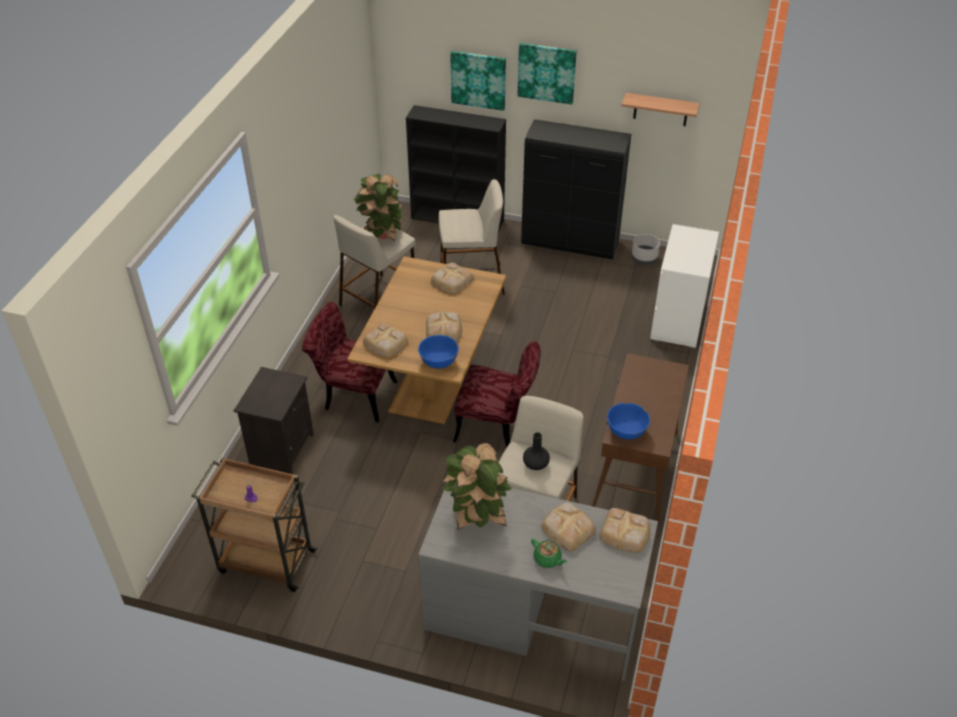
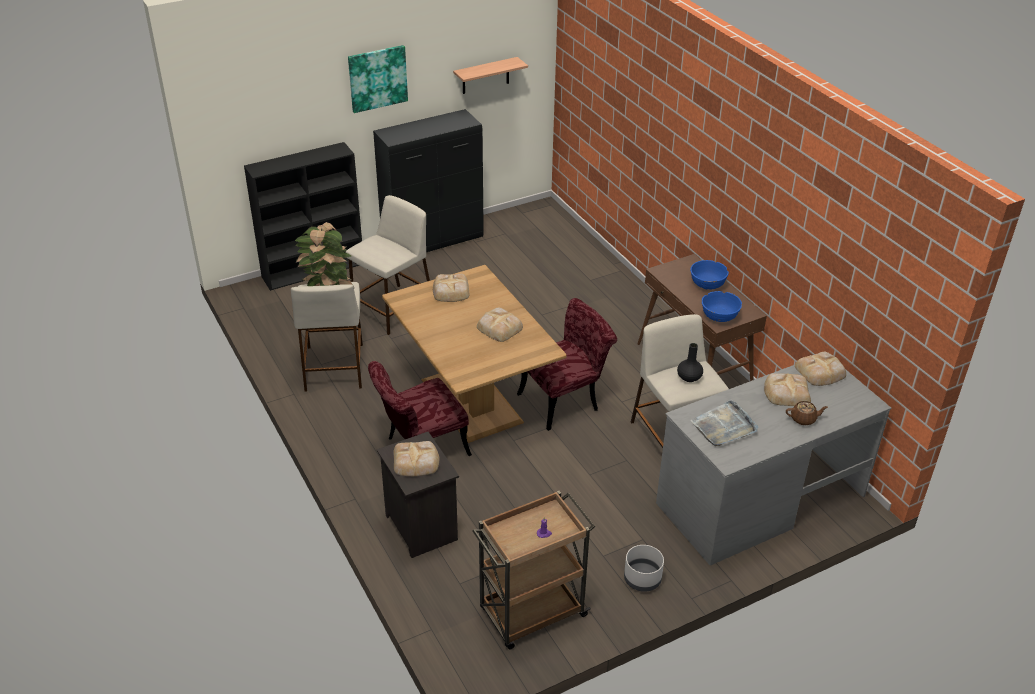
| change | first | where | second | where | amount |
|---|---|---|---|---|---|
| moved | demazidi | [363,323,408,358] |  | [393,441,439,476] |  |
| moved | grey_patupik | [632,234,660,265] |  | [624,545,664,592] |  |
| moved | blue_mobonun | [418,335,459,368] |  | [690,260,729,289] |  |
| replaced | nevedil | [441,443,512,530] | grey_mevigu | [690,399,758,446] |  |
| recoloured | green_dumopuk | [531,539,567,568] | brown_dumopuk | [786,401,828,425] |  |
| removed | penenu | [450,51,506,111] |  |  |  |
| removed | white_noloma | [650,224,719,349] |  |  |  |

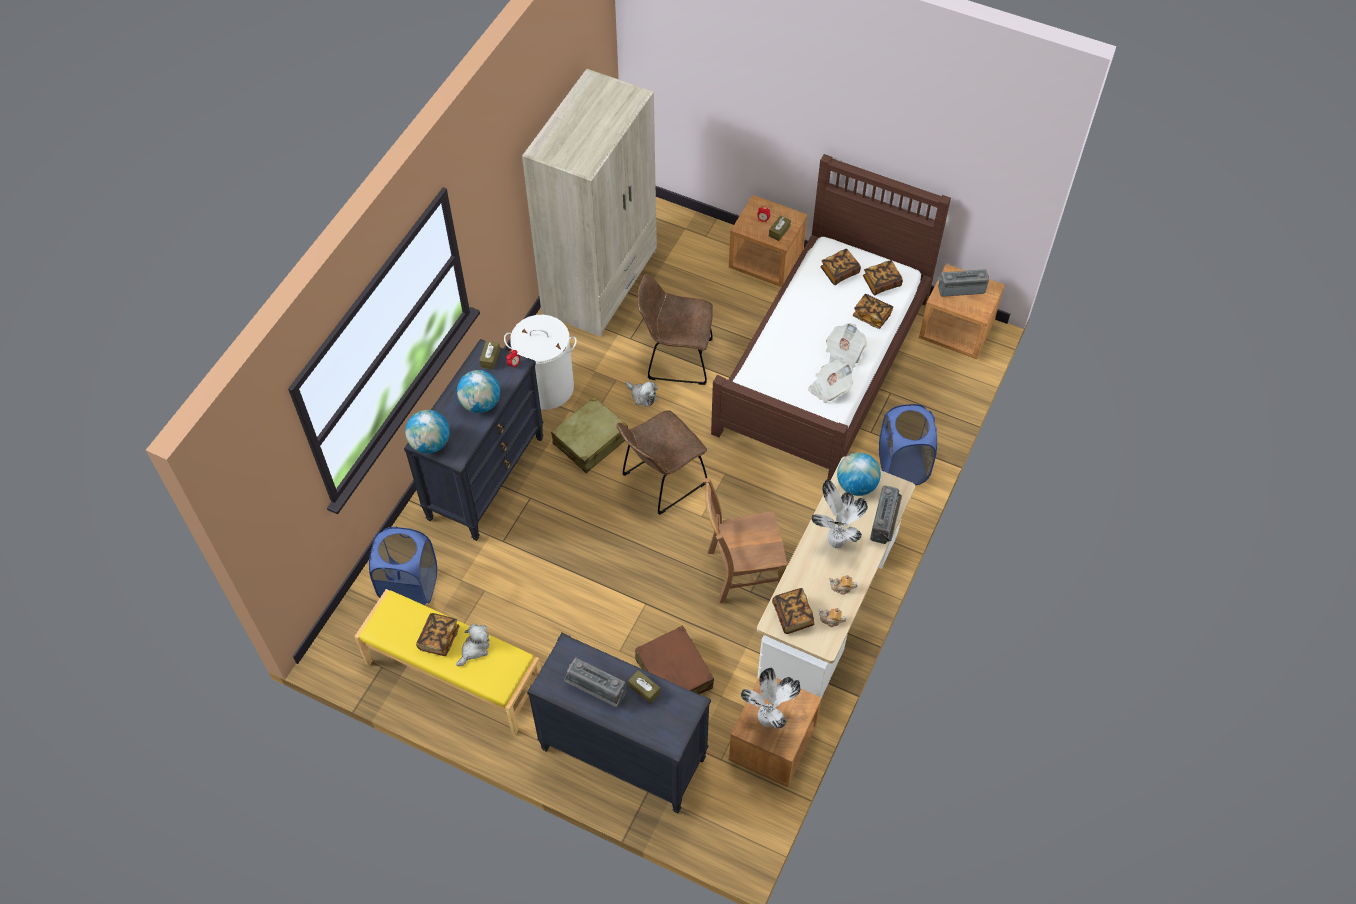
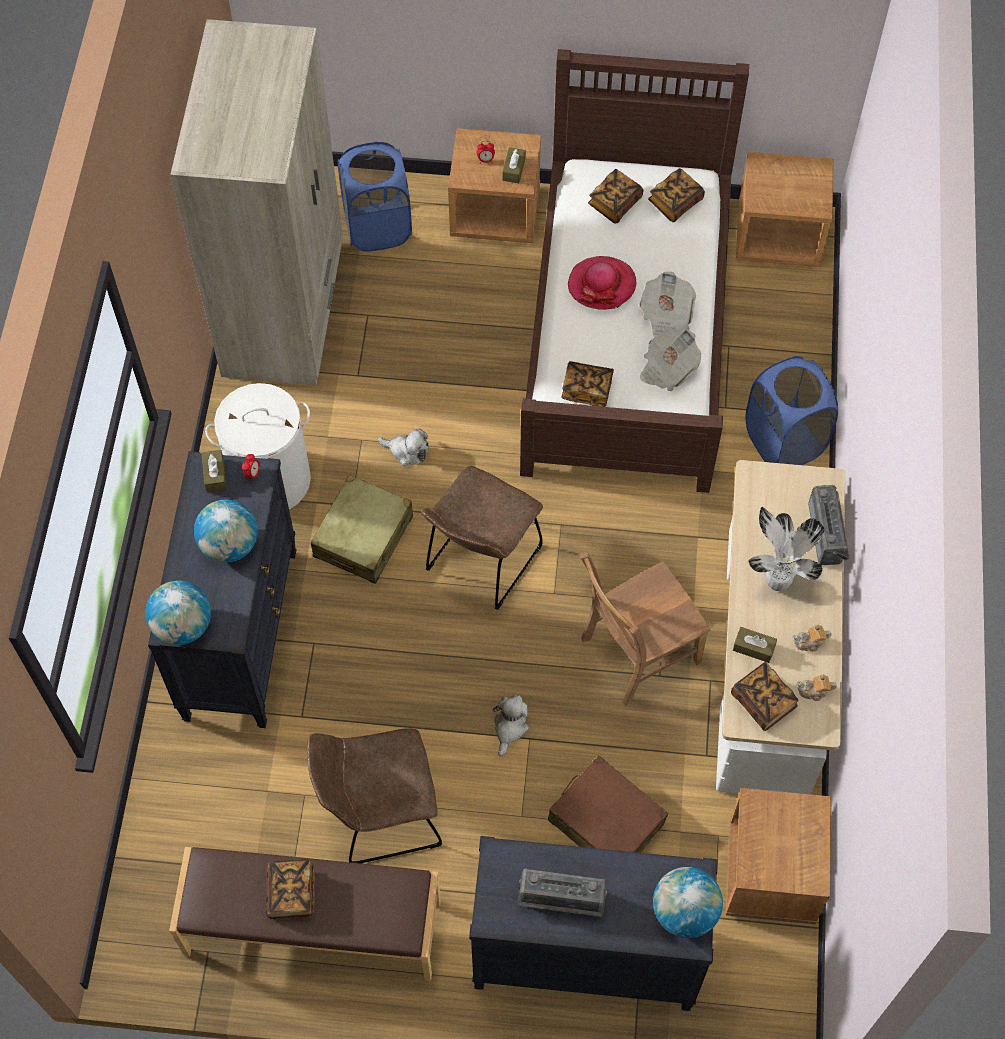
| change | first | where | second | where | amount |
|---|---|---|---|---|---|
| recoloured | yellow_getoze | [354,589,541,735] | brown_getoze | [169,847,441,981] |  |
| moved | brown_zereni | [638,274,713,385] |  | [307,728,442,864] |  |
| moved | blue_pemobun | [369,526,437,605] |  | [338,142,412,252] |  |
| moved | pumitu | [456,623,490,666] |  | [492,695,529,756] |  |
| moved | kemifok | [853,294,893,329] |  | [561,361,614,407] |  |
| added |  |  | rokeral | [568,256,637,310] |  |
| moved | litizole | [837,452,881,496] |  | [653,867,723,938] |  |
| moved | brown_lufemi | [628,670,660,704] |  | [733,627,777,663] |  |
| removed | nevedil | [741,668,800,729] |  |  |  |
| removed | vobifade | [938,269,989,297] |  |  |  |

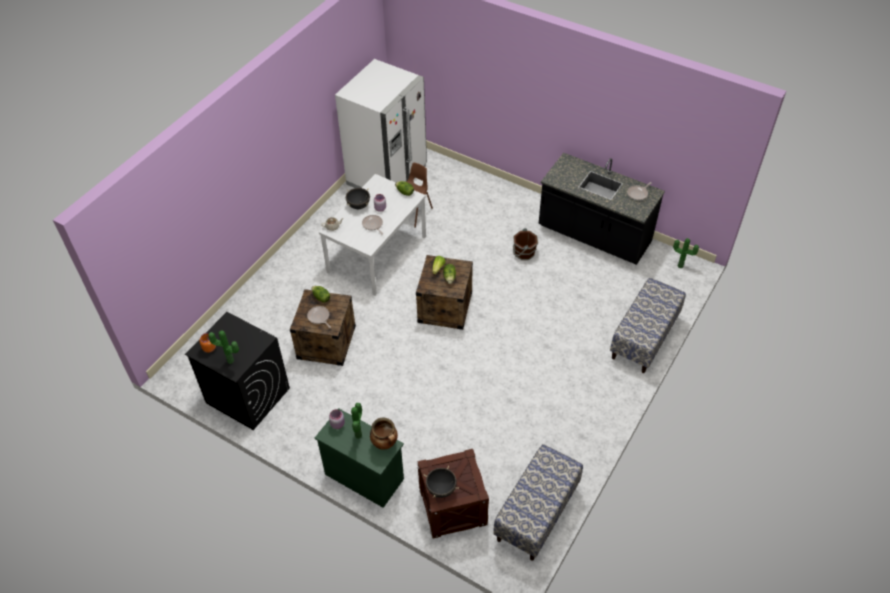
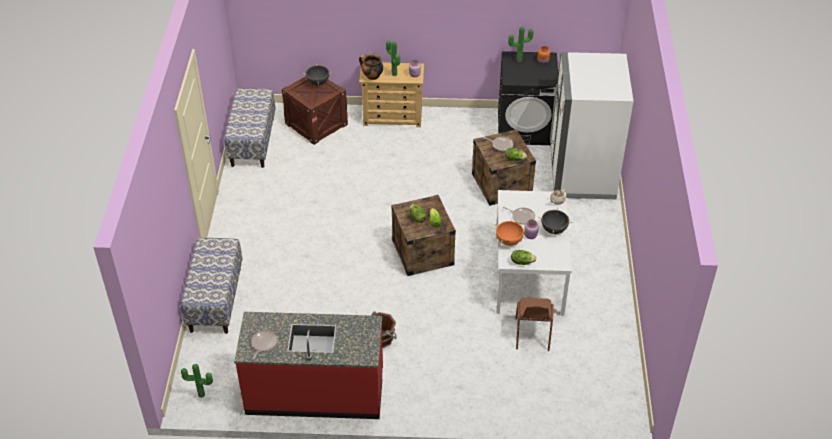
| change | first | where | second | where | amount |
|---|---|---|---|---|---|
| recoloured | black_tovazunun | [539,153,665,265] | red_tovazunun | [234,312,383,419] |  |
| recoloured | green_noloma | [315,408,404,508] | beige_noloma | [359,62,424,127] |  |
| added |  |  | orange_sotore | [495,221,525,246] |  |
| moved | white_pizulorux | [335,59,427,188] |  | [550,52,633,199] |  |

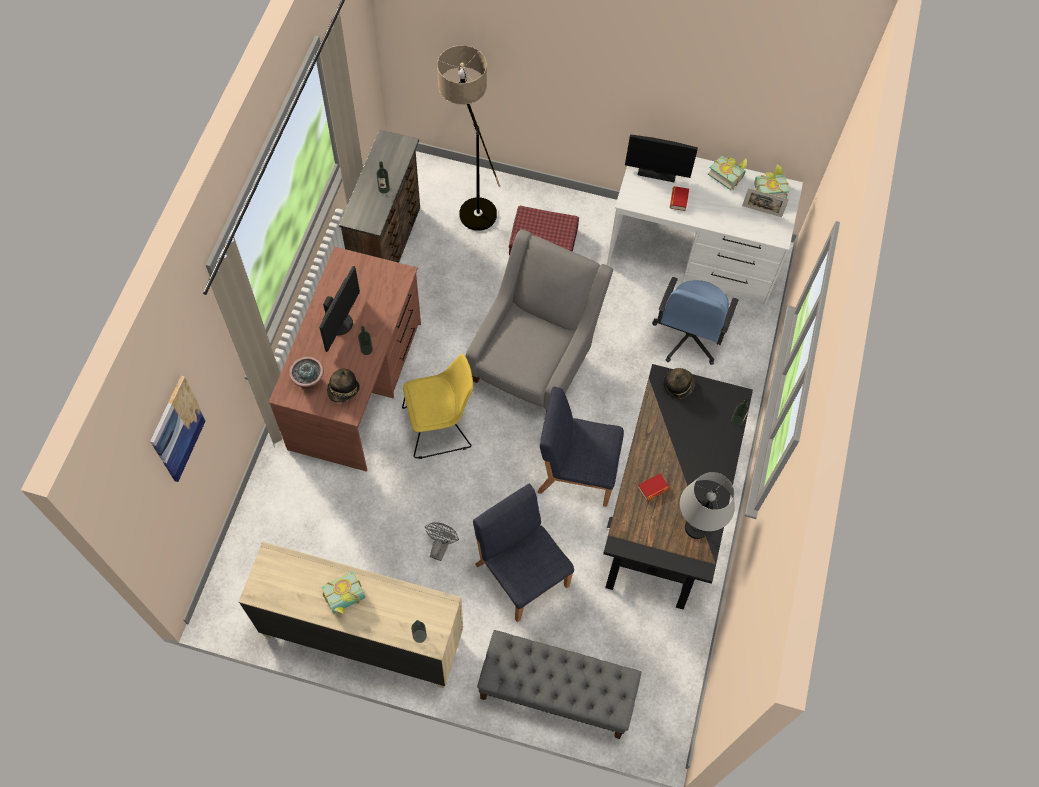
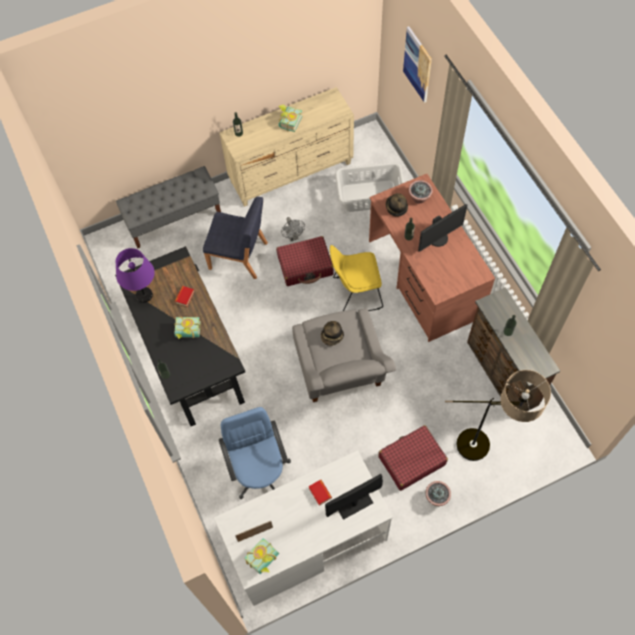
| change | first | where | second | where | amount |
|---|---|---|---|---|---|
| recoloured | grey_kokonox | [680,472,735,539] | purple_kokonox | [116,248,155,303] |  |
| moved | kemifok | [708,155,747,190] |  | [174,316,201,339] |  |
| added |  |  | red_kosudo | [276,236,334,286] |  |
| moved | rokeral | [662,368,695,399] |  | [321,321,344,346] |  |
| turned | yellow_zereni | [402,354,473,459] |  | [330,245,383,311] | 45 degrees clockwise |
| added |  |  | grey_pemobun | [335,162,404,212] |  |
| turned | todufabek | [319,266,360,352] |  | [418,204,467,252] | 105 degrees counterclockwise |
| added |  |  | nevedil | [425,481,451,506] |  |
| removed | blue_zereni | [537,386,624,507] |  |  |  |

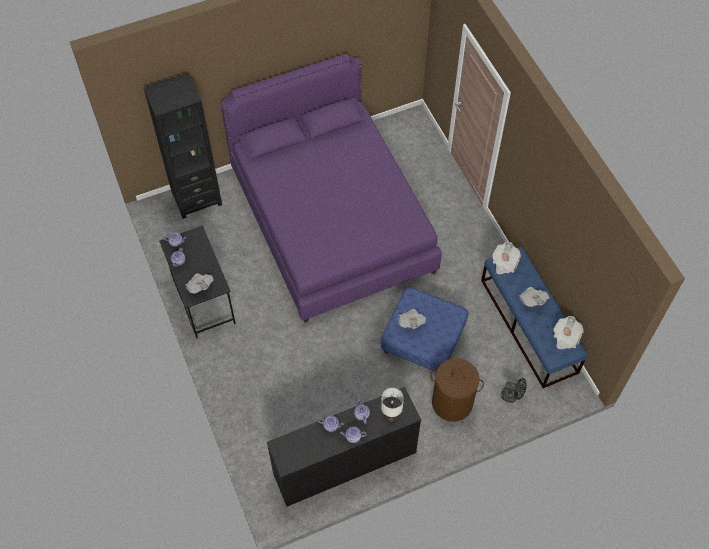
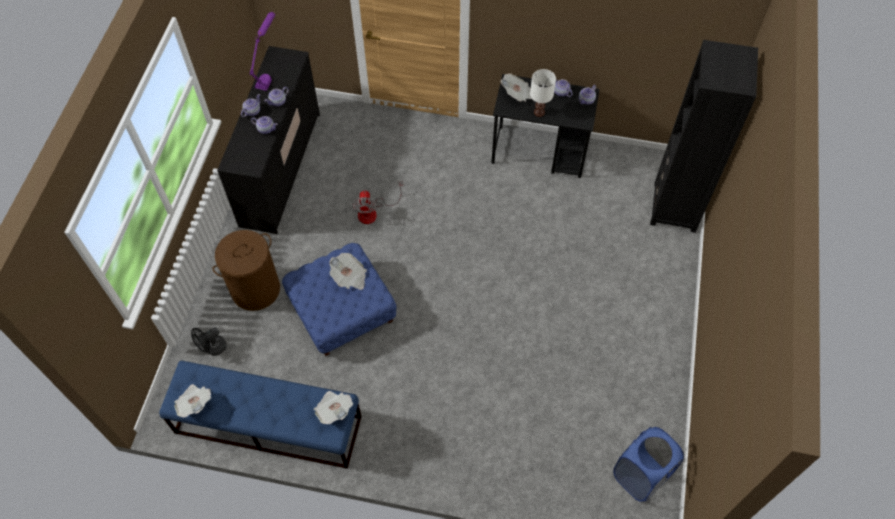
| change | first | where | second | where | amount |
|---|---|---|---|---|---|
| added |  |  | purple_kokonox | [250,12,275,91] |  |
| added |  |  | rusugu | [352,181,403,224] |  |
| moved | white_kokonox | [381,388,404,422] |  | [530,69,556,117] |  |
| added |  |  | blue_pemobun | [613,427,684,502] |  |
| removed | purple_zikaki | [220,53,442,323] |  |  |  |
| removed | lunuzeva | [519,287,550,307] |  |  |  |

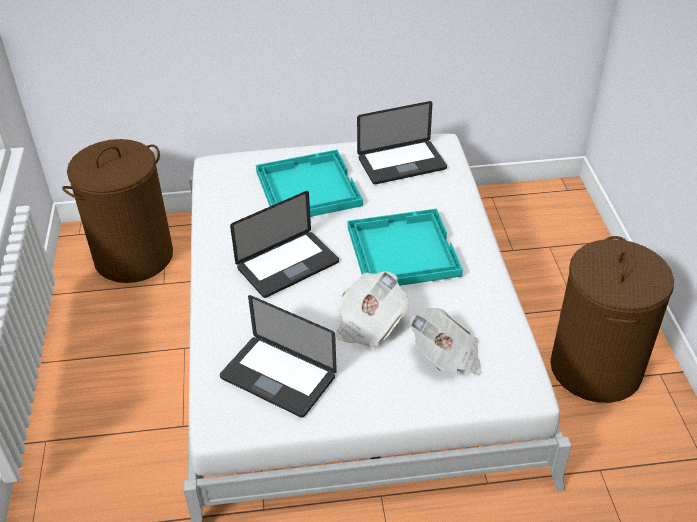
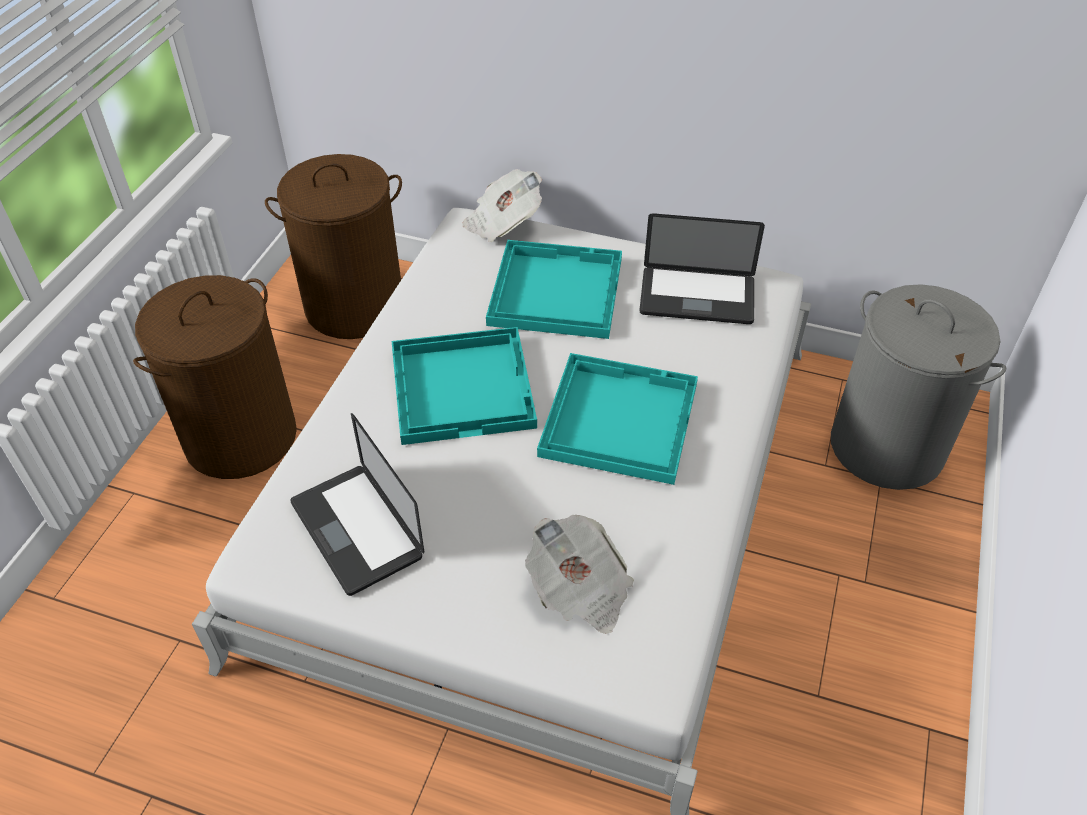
| change | first | where | second | where | amount |
|---|---|---|---|---|---|
| moved | brown_pemobun | [550,236,674,403] |  | [133,275,297,479] |  |
| replaced | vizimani | [230,191,339,298] | turquoise_mevigu | [392,327,537,445] |  |
| moved | lunuzeva | [336,271,408,347] |  | [463,169,542,242] |  |
| added |  |  | grey_pemobun | [831,284,1006,490] |  |

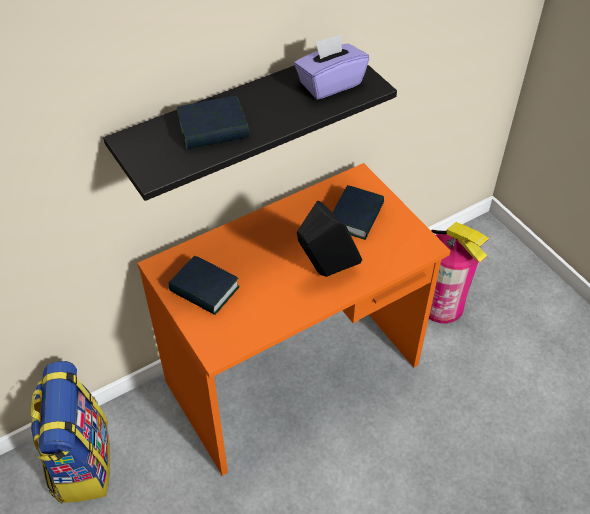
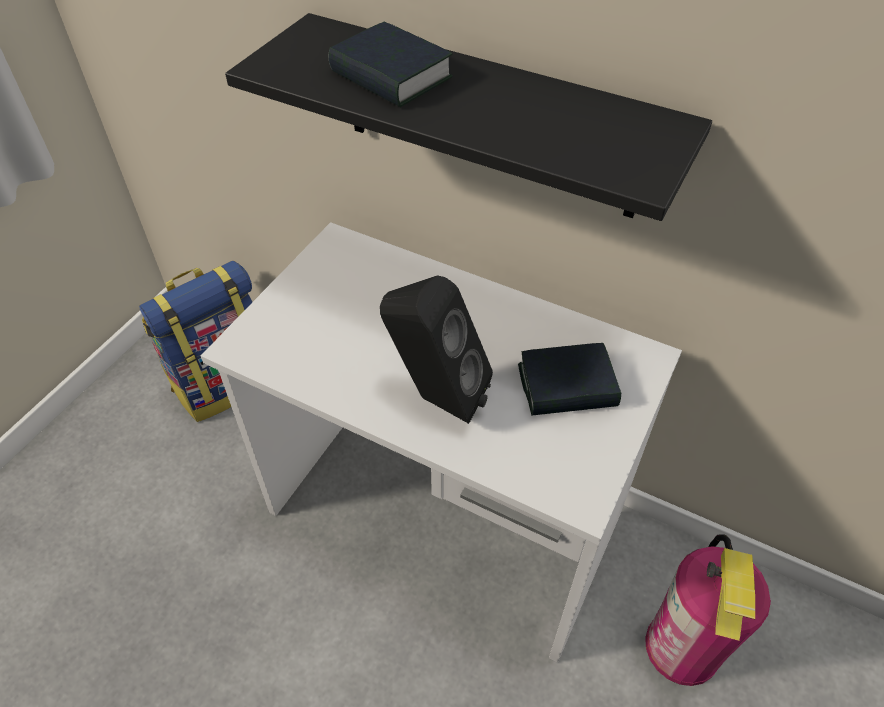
| change | first | where | second | where | amount |
|---|---|---|---|---|---|
| recoloured | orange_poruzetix | [137,163,451,476] | white_poruzetix | [201,222,682,663] |  |
| removed | kemifok | [168,256,240,315] |  |  |  |
| removed | purple_lufemi | [294,34,369,99] |  |  |  |

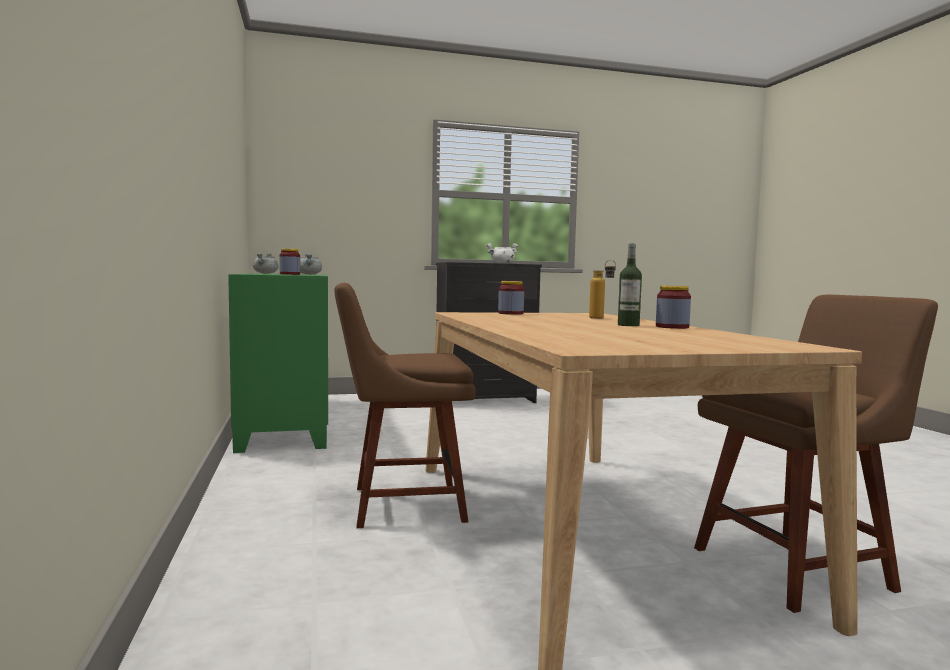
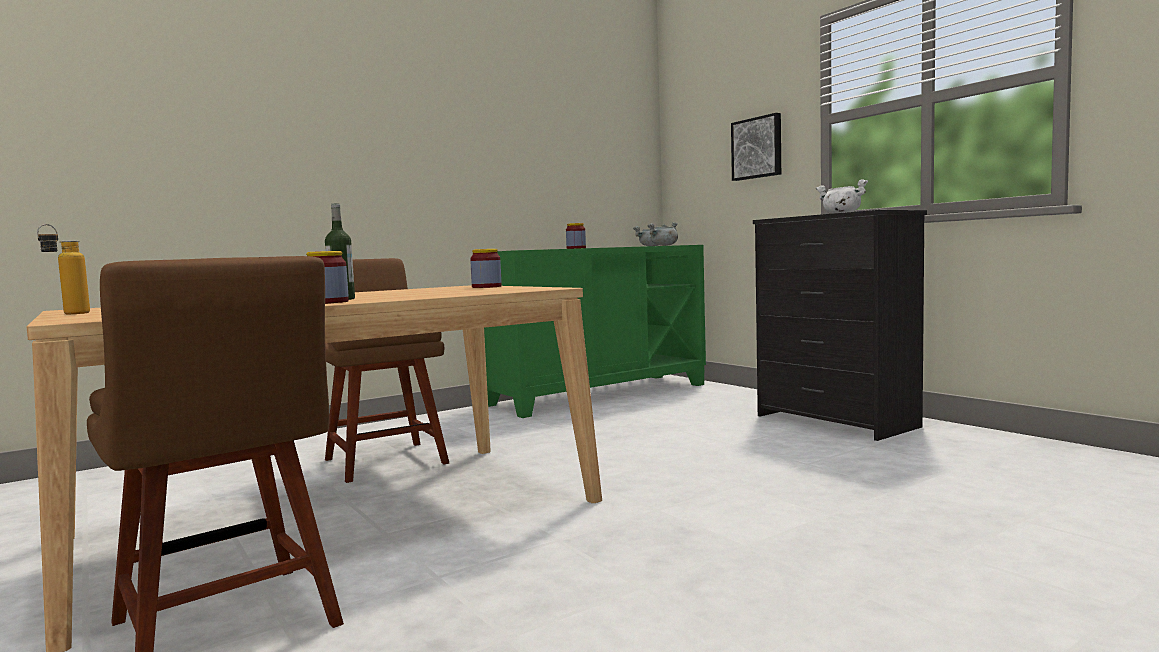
| change | first | where | second | where | amount |
|---|---|---|---|---|---|
| moved | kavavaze | [589,260,616,319] |  | [37,224,90,314] |  |
| added |  |  | penenu | [731,113,781,181] |  |

